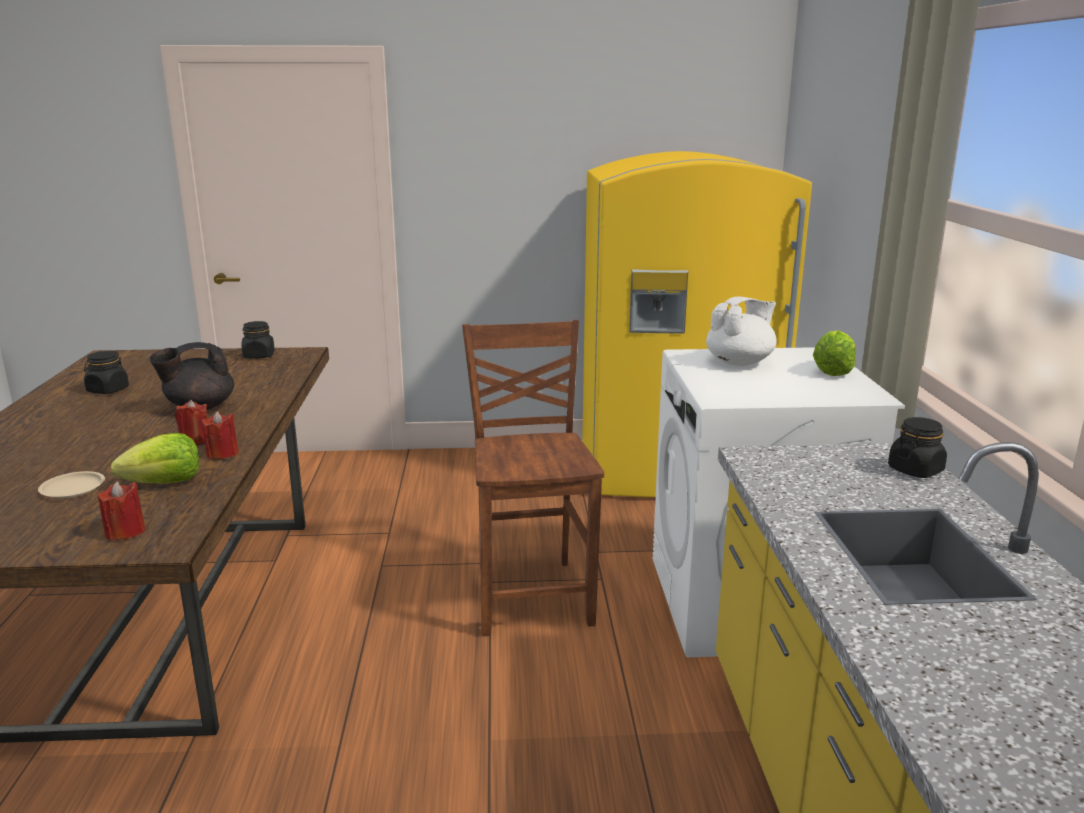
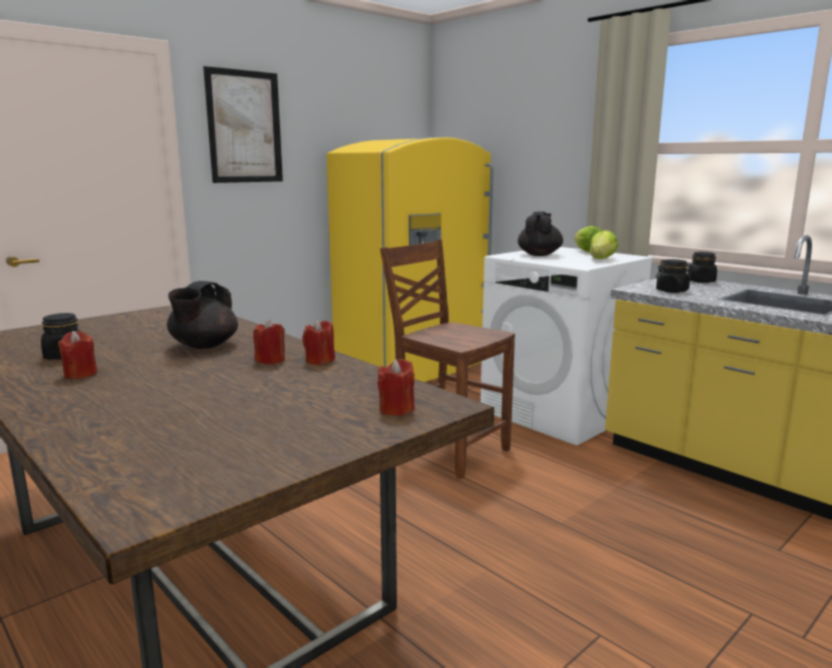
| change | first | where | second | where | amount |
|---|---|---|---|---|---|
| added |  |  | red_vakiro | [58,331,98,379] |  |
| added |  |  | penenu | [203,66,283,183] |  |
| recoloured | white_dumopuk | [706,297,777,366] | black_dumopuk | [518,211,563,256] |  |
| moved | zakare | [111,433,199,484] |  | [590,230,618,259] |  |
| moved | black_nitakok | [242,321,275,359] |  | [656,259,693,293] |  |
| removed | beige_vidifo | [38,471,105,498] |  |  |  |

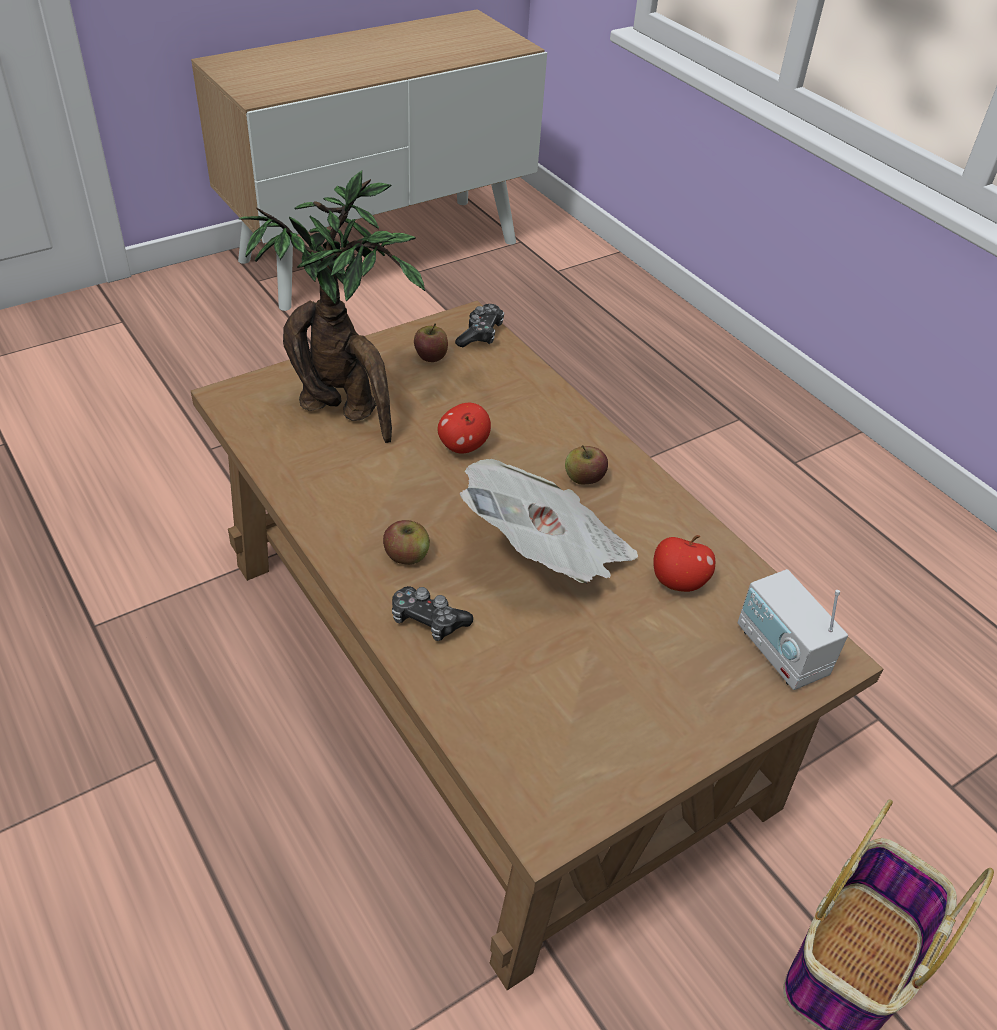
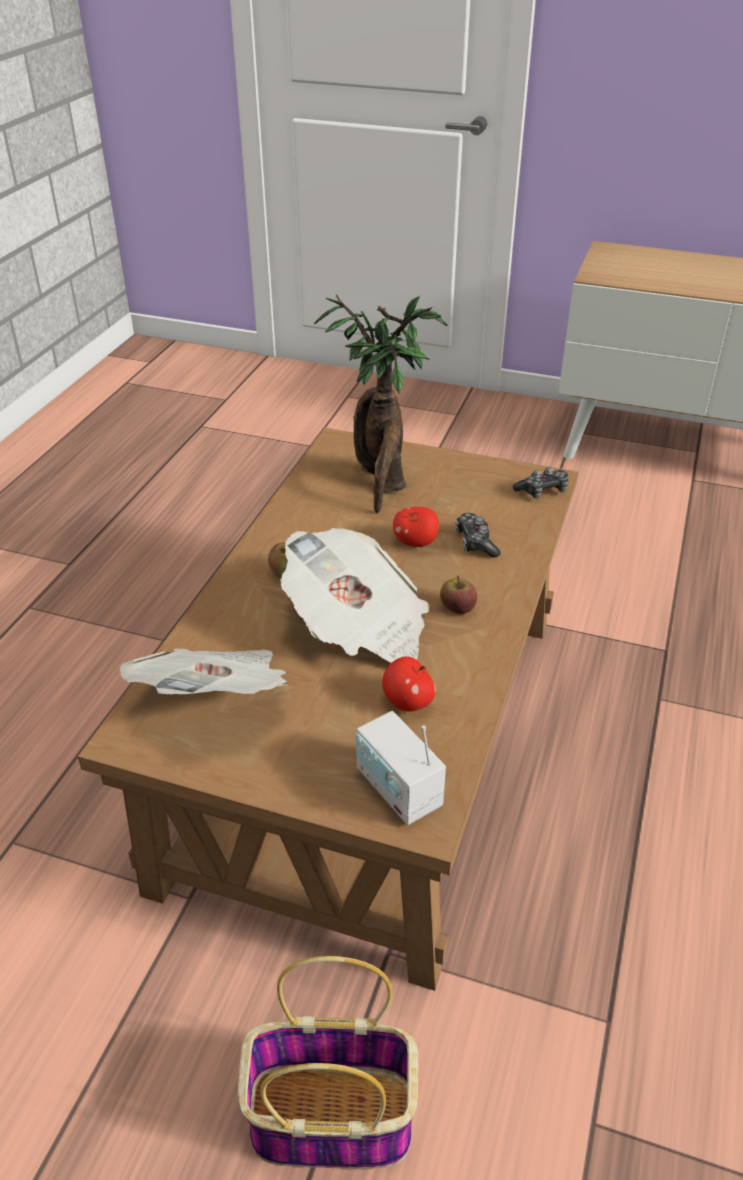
| change | first | where | second | where | amount |
|---|---|---|---|---|---|
| added |  |  | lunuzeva | [119,648,288,694] |  |
| turned | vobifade | [738,569,848,690] |  | [356,711,446,825] | 60 degrees counterclockwise |
| moved | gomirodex | [392,586,473,641] |  | [455,513,501,558] |  |
| removed | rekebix | [414,324,448,362] |  |  |  |

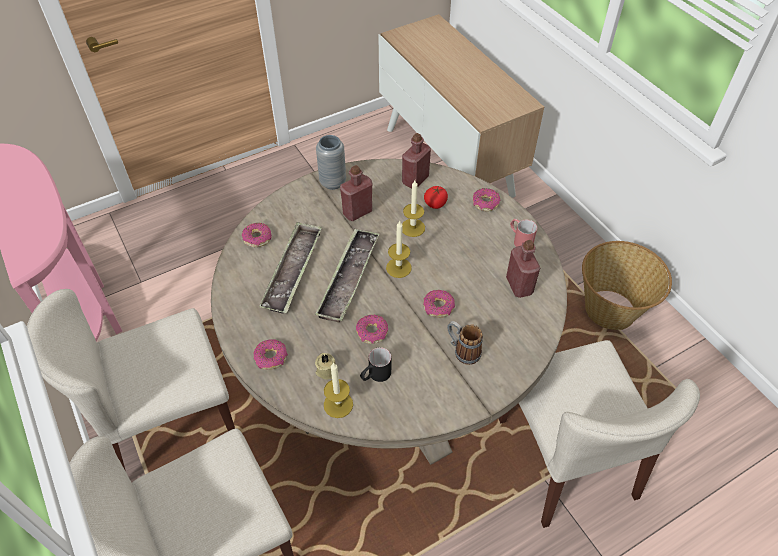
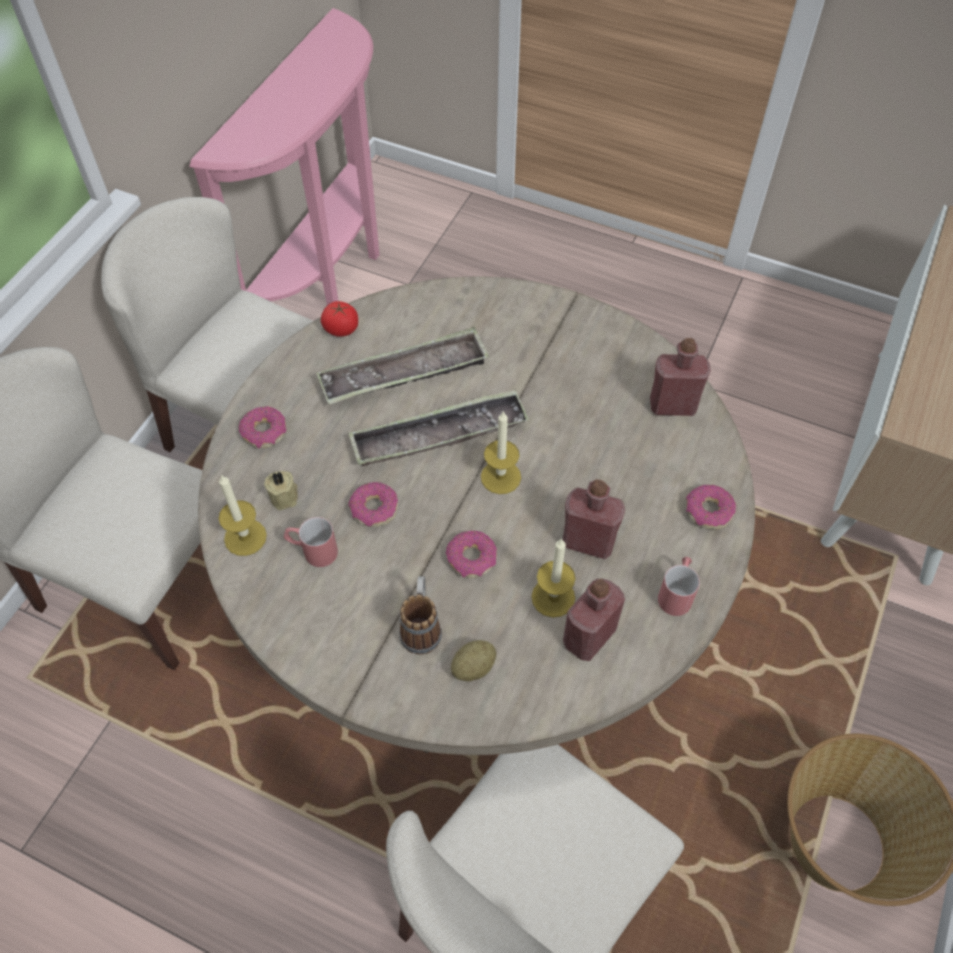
| change | first | where | second | where | amount |
|---|---|---|---|---|---|
| recoloured | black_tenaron | [360,347,391,382] | red_tenaron | [284,517,338,567] |  |
| moved | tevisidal | [424,186,448,209] |  | [321,301,358,337] |  |
| added |  |  | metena | [451,640,496,681] |  |
| moved | vakiro | [402,181,425,237] |  | [531,538,575,617] |  |
| moved | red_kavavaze | [340,165,372,221] |  | [563,479,625,559] |  |
| removed | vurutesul | [242,223,272,247] |  |  |  |
| removed | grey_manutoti | [316,135,346,190] |  |  |  |

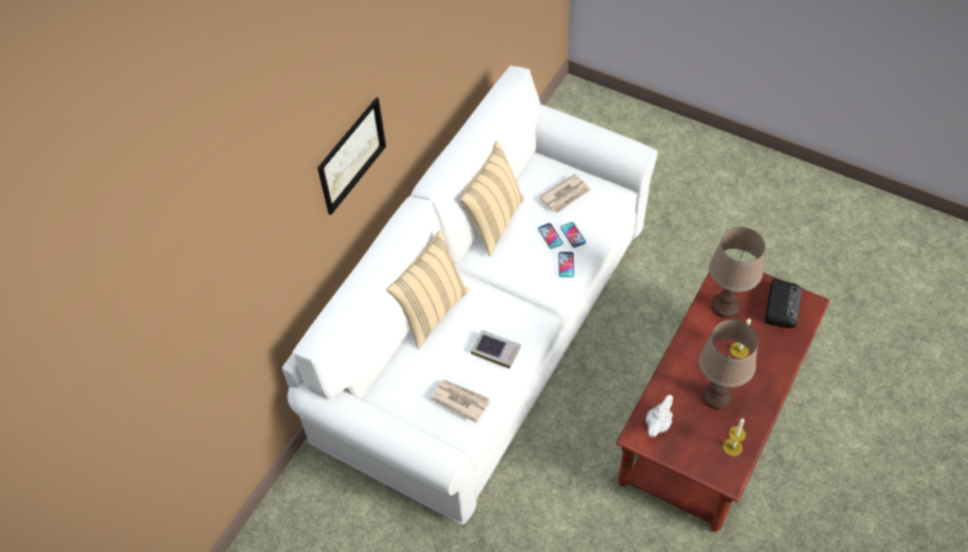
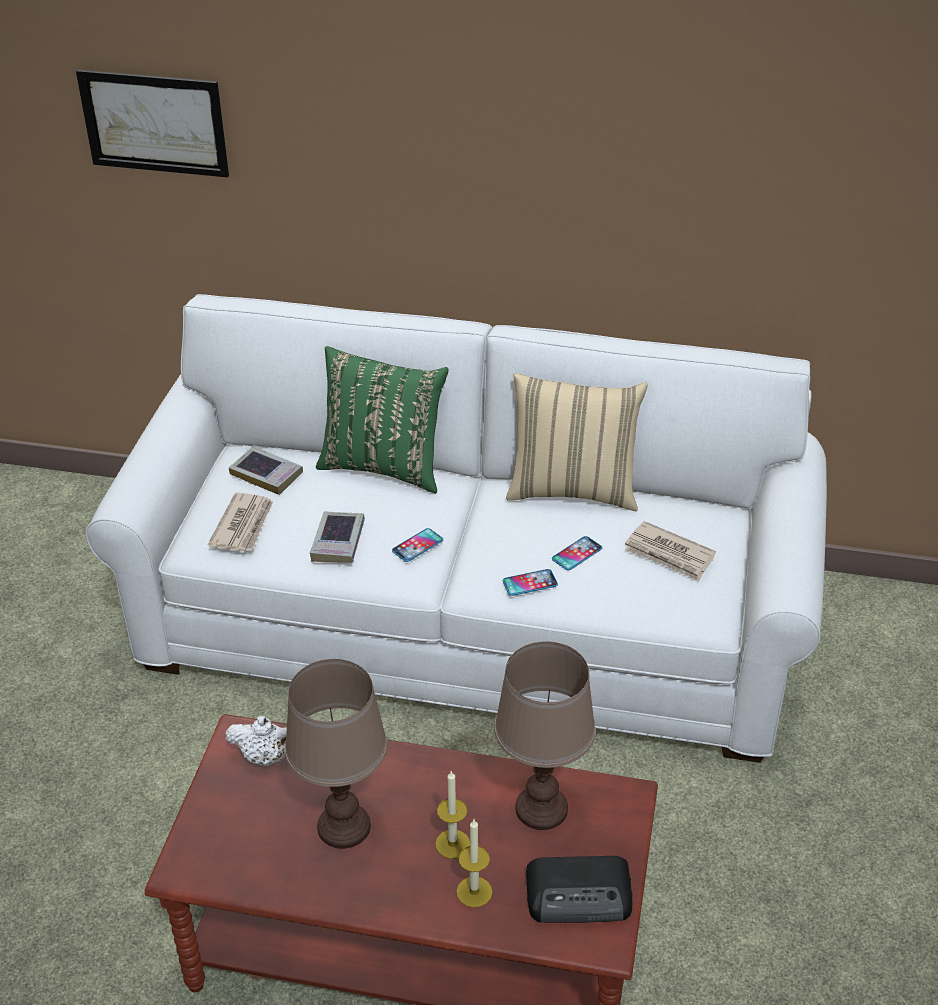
| change | first | where | second | where | amount |
|---|---|---|---|---|---|
| moved | penenu | [317,97,386,215] |  | [76,70,229,177] |  |
| added |  |  | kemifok | [229,446,303,495] |  |
| recoloured | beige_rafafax | [386,230,469,349] | green_rafafax | [316,346,449,493] |  |
| moved | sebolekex | [560,222,586,248] |  | [392,528,443,562] |  |
| moved | vakiro | [723,418,746,456] |  | [456,819,493,908] |  |

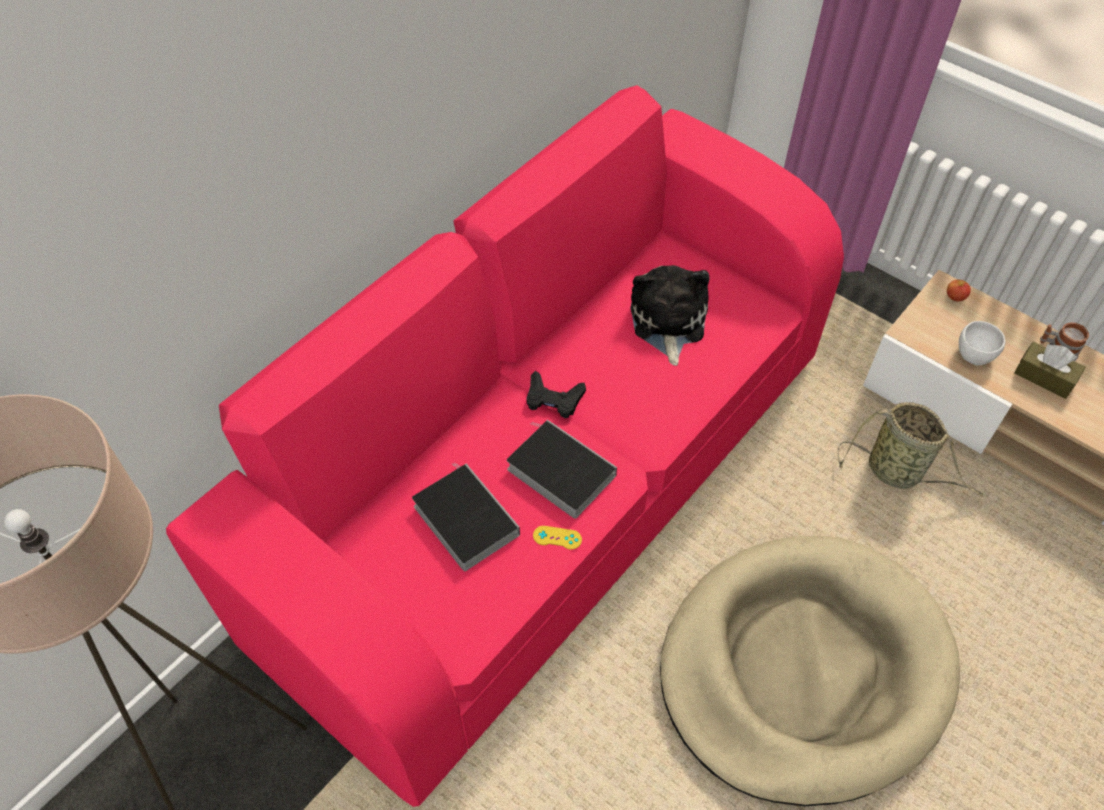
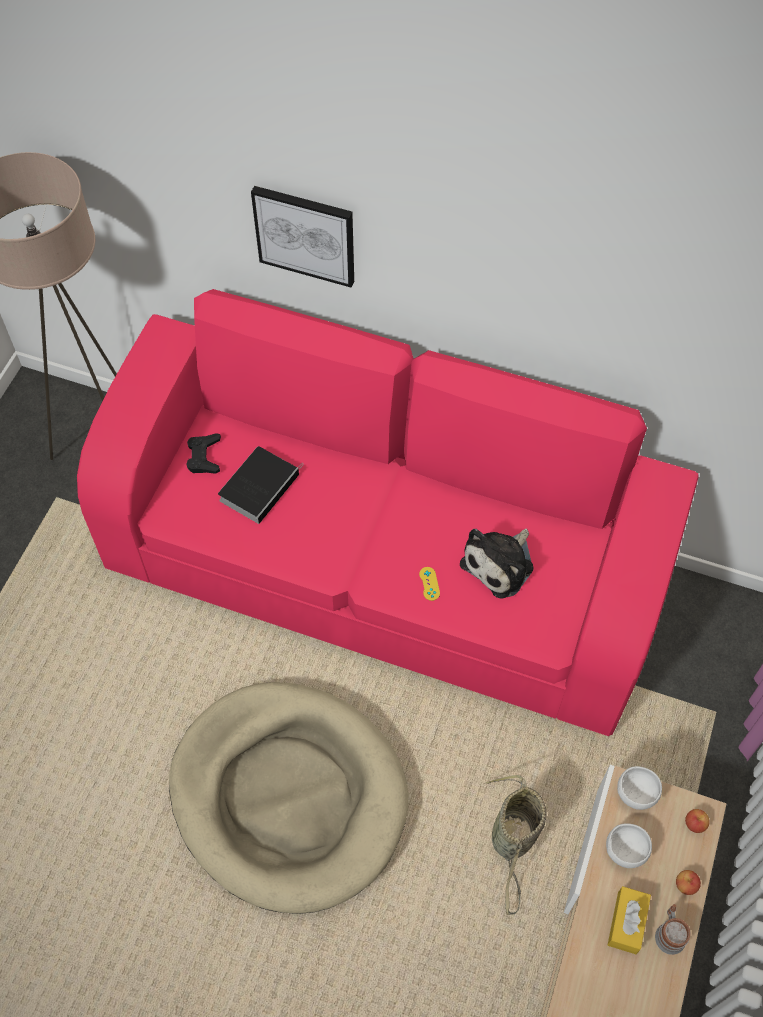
| change | first | where | second | where | amount |
|---|---|---|---|---|---|
| moved | black_gomirodex | [526,371,586,418] |  | [186,433,221,474] |  |
| added |  |  | penenu | [251,186,354,287] |  |
| moved | yellow_gomirodex | [533,526,582,550] |  | [419,567,440,601] |  |
| turned | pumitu | [631,265,709,366] |  | [460,529,534,598] | 150 degrees clockwise |
| recoloured | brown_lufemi | [1014,342,1086,399] | yellow_lufemi | [608,886,651,954] |  |
| added |  |  | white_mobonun | [617,766,662,810] |  |
| added |  |  | rekebix | [676,870,701,895] |  |
| removed | kemifok | [507,420,617,519] |  |  |  |

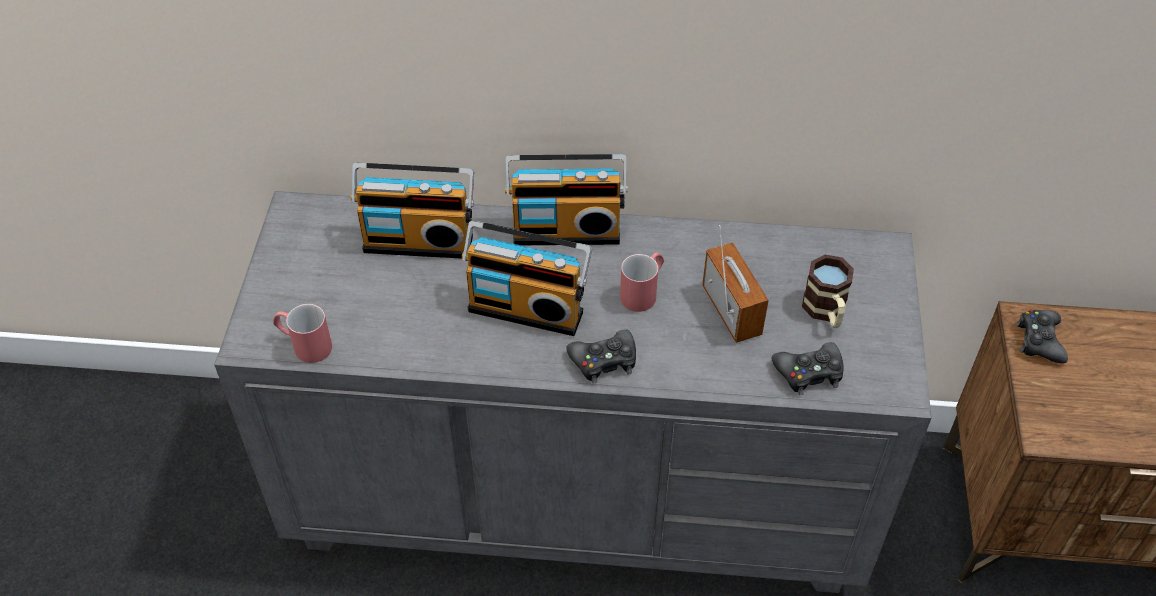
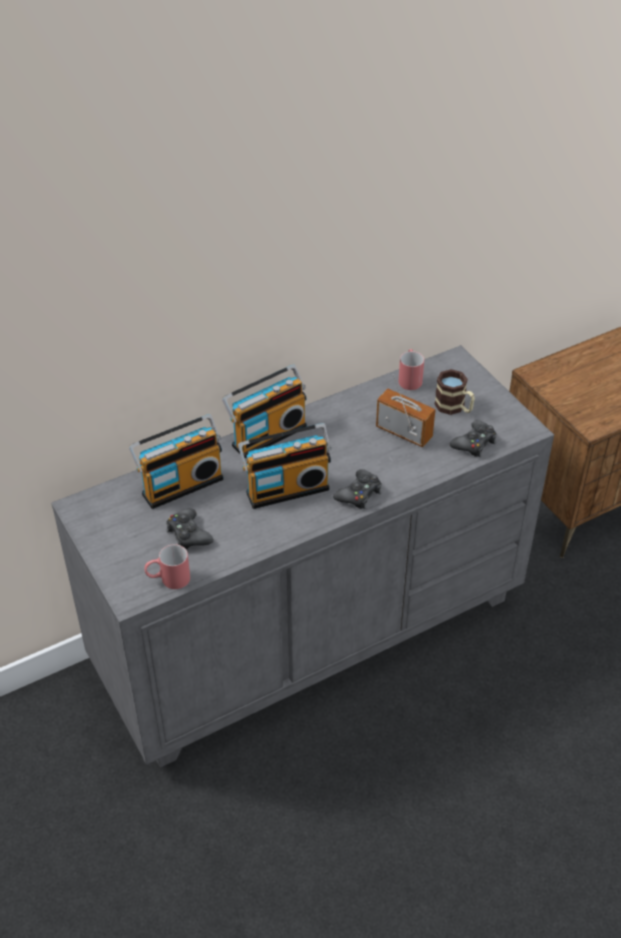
| change | first | where | second | where | amount |
|---|---|---|---|---|---|
| moved | black_gomirodex | [1016,310,1068,363] |  | [166,508,214,549] |  |
| moved | red_tenaron | [620,252,664,312] |  | [398,349,424,390] |  |

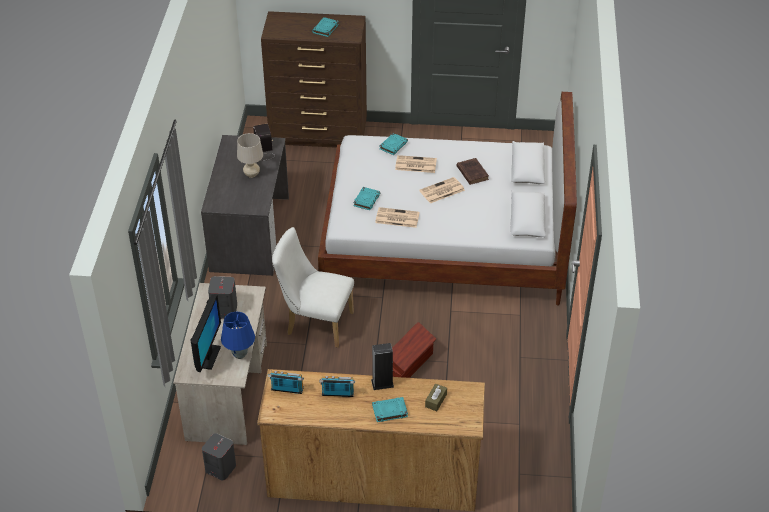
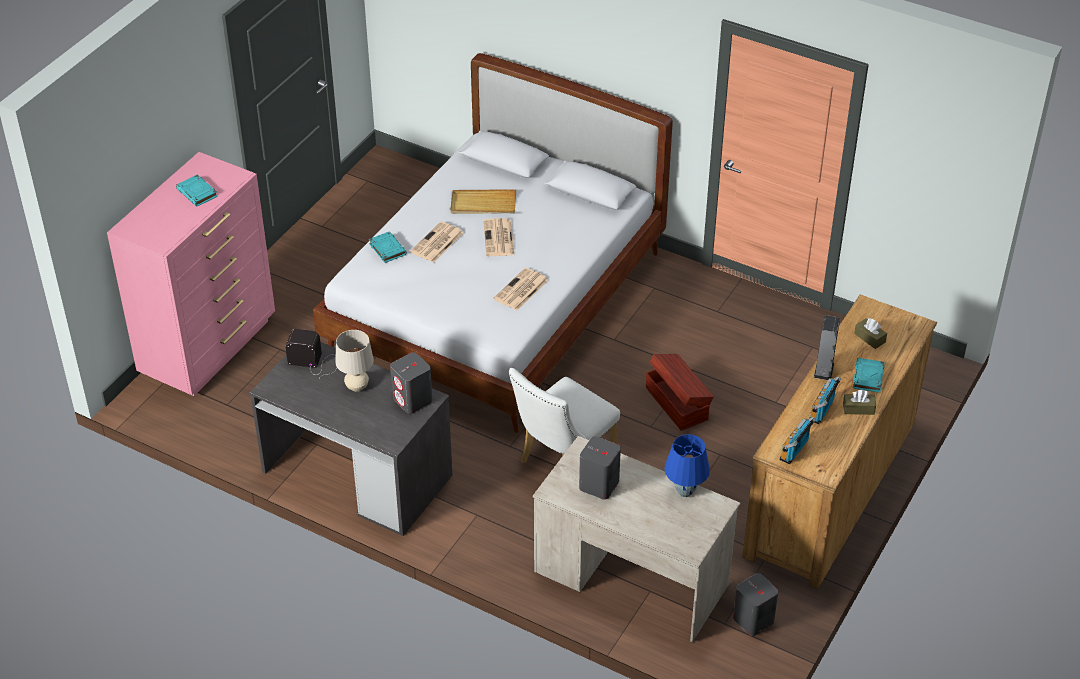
| change | first | where | second | where | amount |
|---|---|---|---|---|---|
| recoloured | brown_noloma | [261,11,367,148] | pink_noloma | [107,152,275,396] |  |
| added |  |  | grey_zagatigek | [390,352,432,414] |  |
| replaced | brown_kemifok | [457,158,489,185] | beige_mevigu | [450,189,516,214] |  |
| added |  |  | brown_lufemi | [843,390,876,415] |  |
| removed | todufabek | [190,294,221,372] |  |  |  |
| removed | turquoise_kemifok | [353,187,380,210] |  |  |  |

